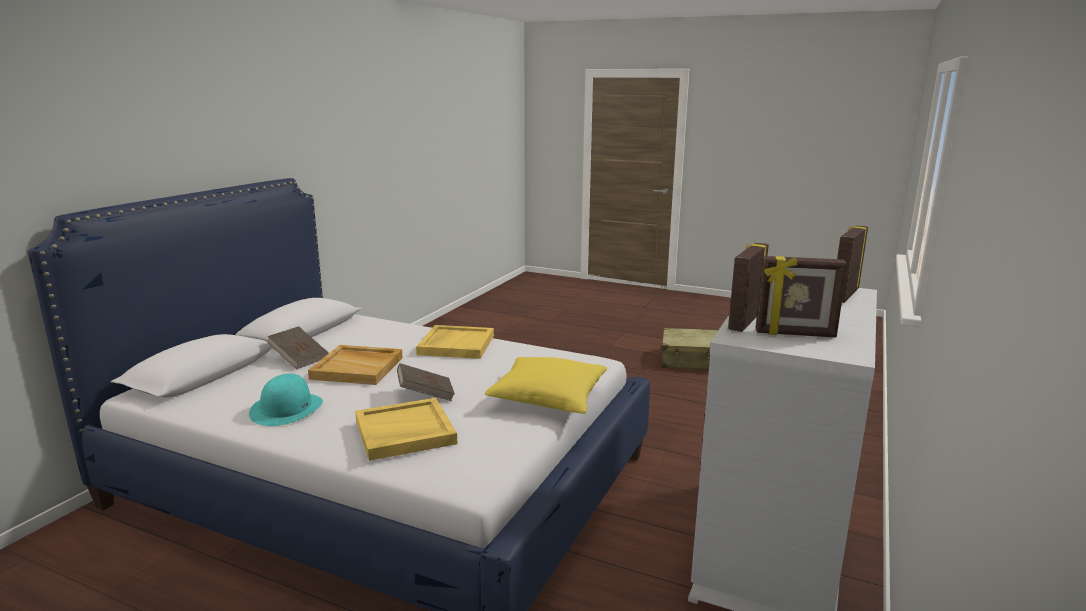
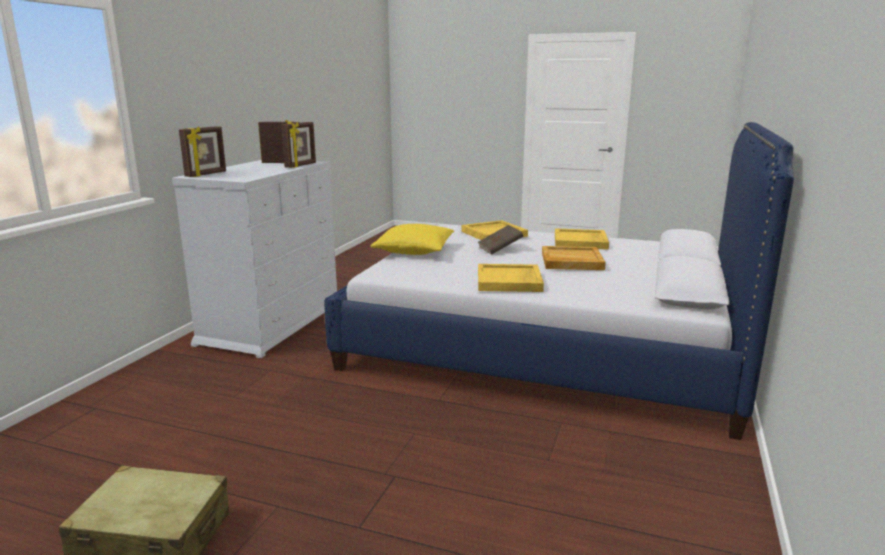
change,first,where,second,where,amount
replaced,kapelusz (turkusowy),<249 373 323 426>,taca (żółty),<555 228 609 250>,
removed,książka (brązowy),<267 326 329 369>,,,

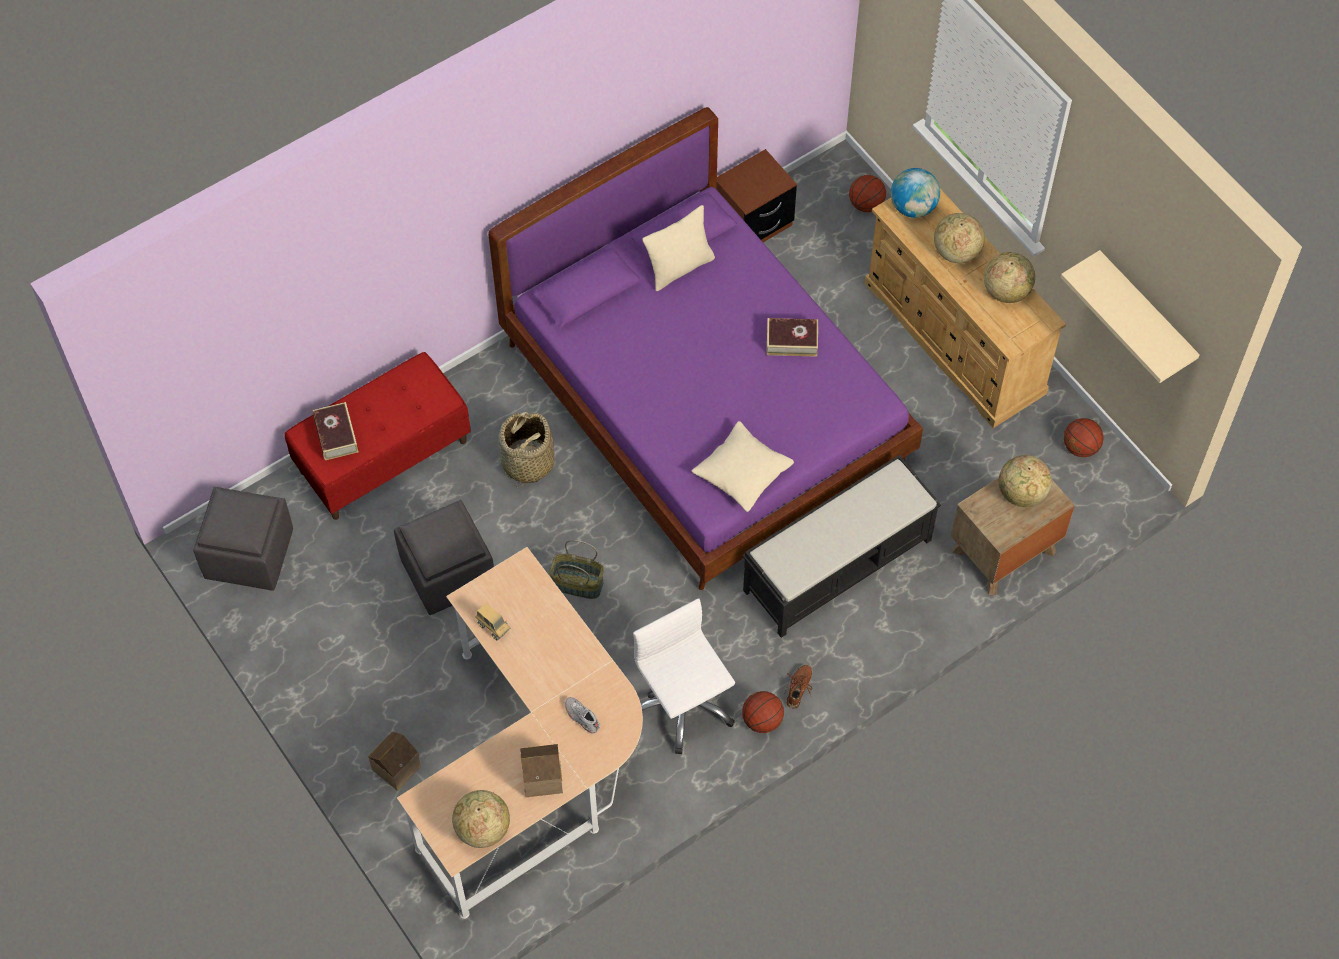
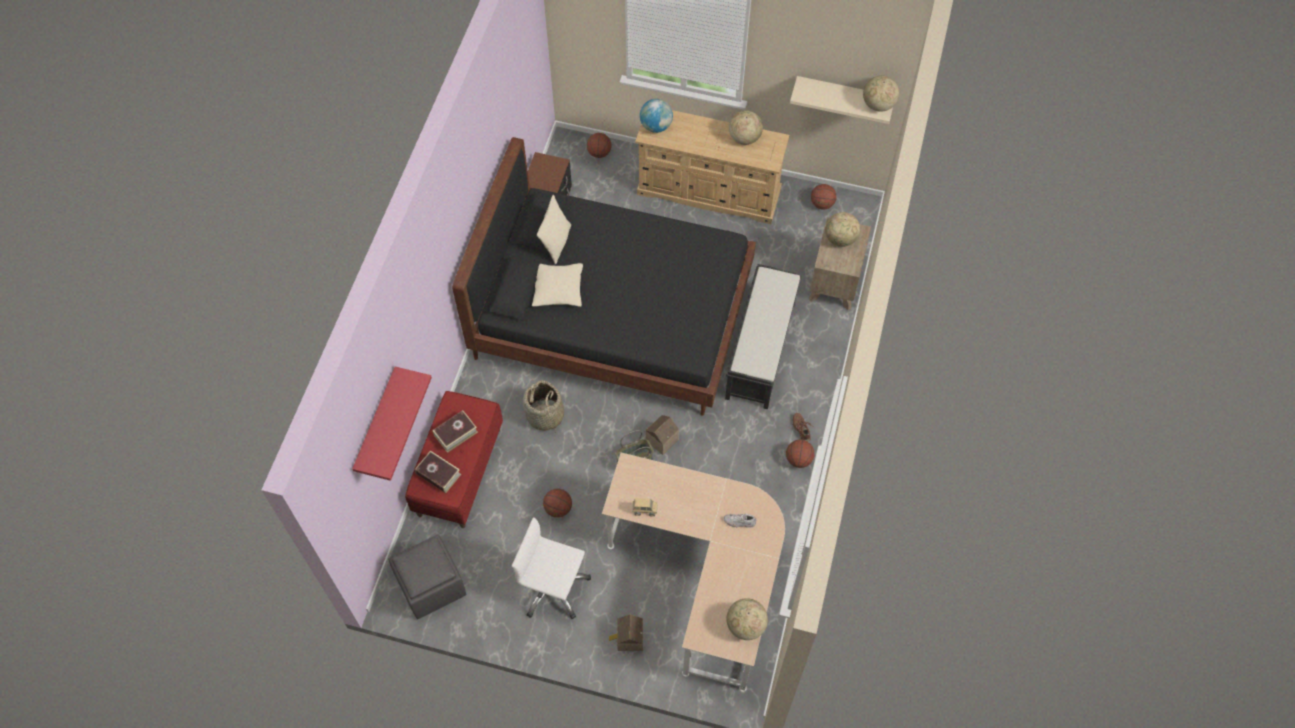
change,first,where,second,where,amount
added,,,półka (czerwony),<352 367 432 481>,
moved,książka,<767 318 818 357>,,<432 410 478 453>,
recoloured,łóżko (fioletowy),<488 107 923 590>,łóżko (czarny),<452 137 756 416>,
moved,krzesło biurowe (biały),<633 598 735 754>,,<512 517 591 619>,
moved,poduszka (beżowy),<692 421 794 512>,,<532 263 583 307>,
replaced,pufa (szary),<394 500 494 615>,piłka do koszykówki,<543 489 572 518>,
moved,domek,<520 744 563 797>,,<646 415 679 455>,
moved,globus,<934 213 985 263>,,<863 76 899 112>,

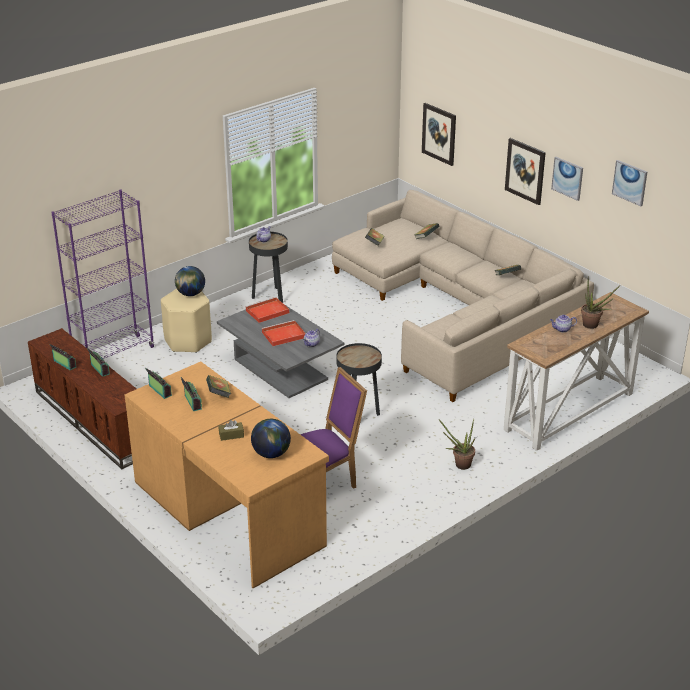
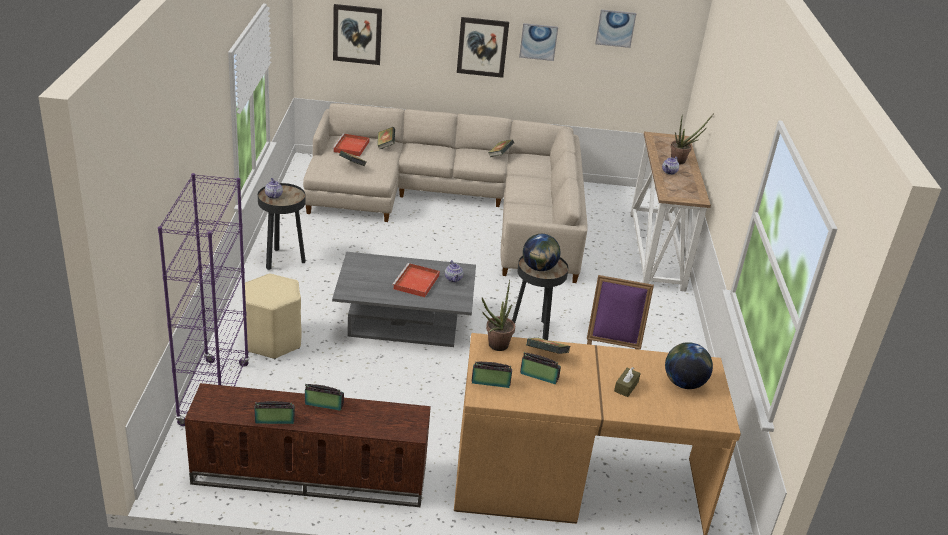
change,first,where,second,where,amount
moved,taca (czerwony),<245 297 290 323>,,<332 133 370 156>,
moved,roślina doniczkowa,<439 418 475 470>,,<482 280 515 351>,
moved,globus,<175 266 205 296>,,<523 234 560 271>,

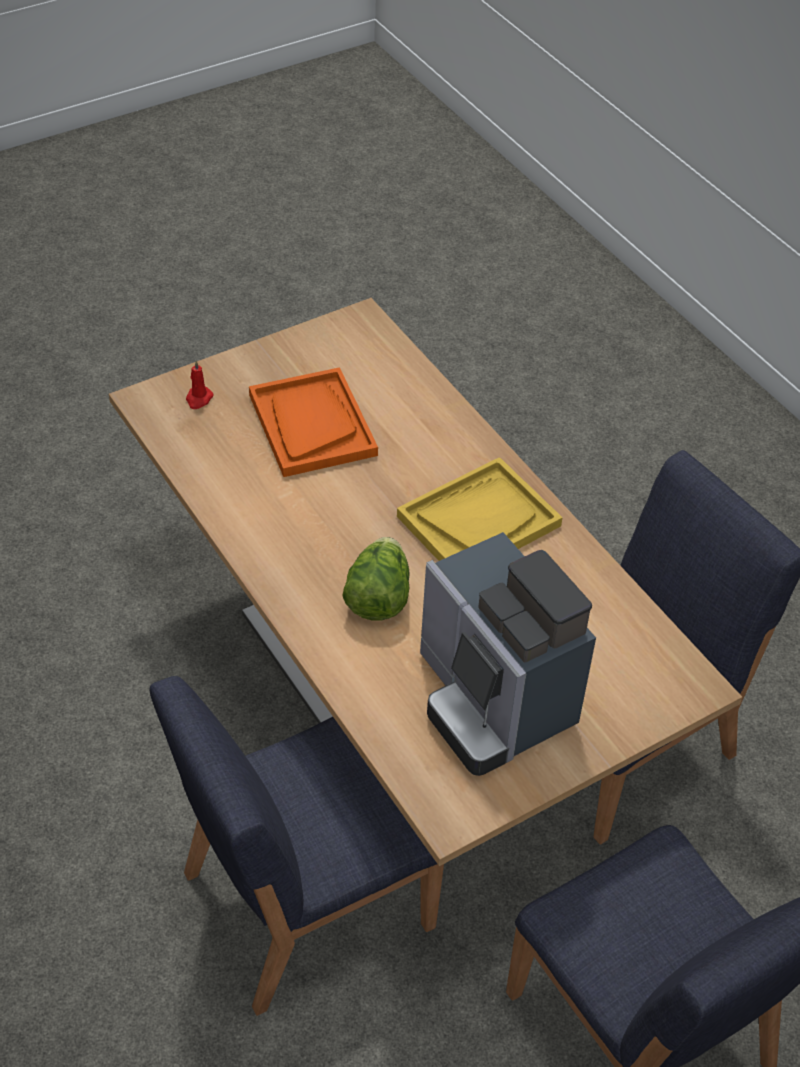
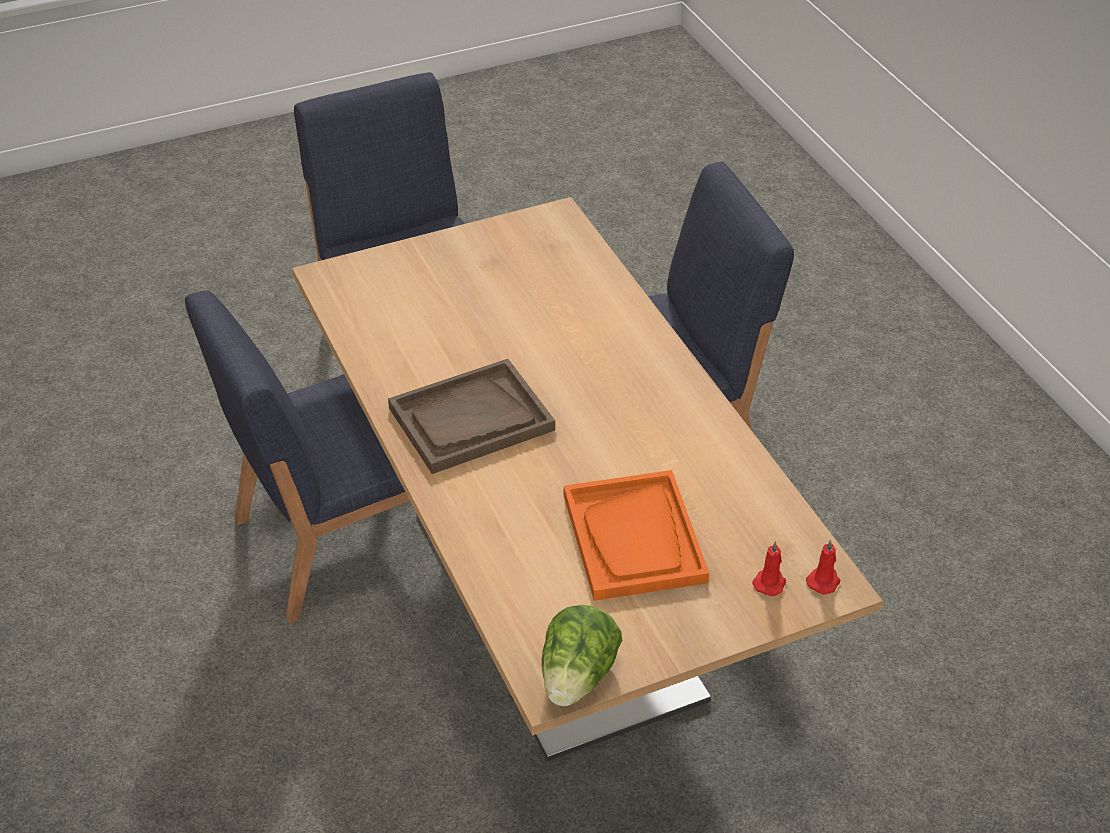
change,first,where,second,where,amount
recoloured,taca (żółty),<397 457 563 561>,taca (brązowy),<388 359 555 474>,
moved,sałata,<342 537 409 621>,,<542 605 622 706>,
added,,,świeca (czerwony),<806 539 840 595>,
removed,ekspres do kawy,<420 532 596 776>,,,

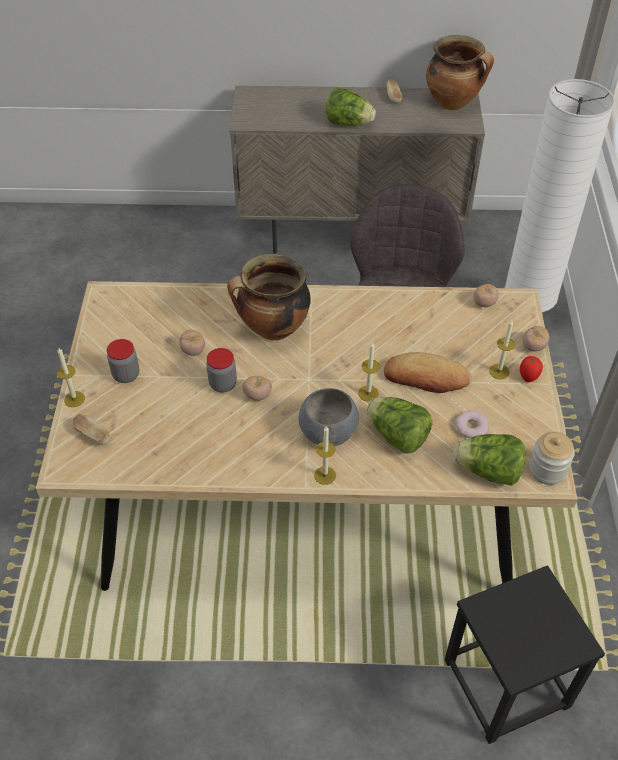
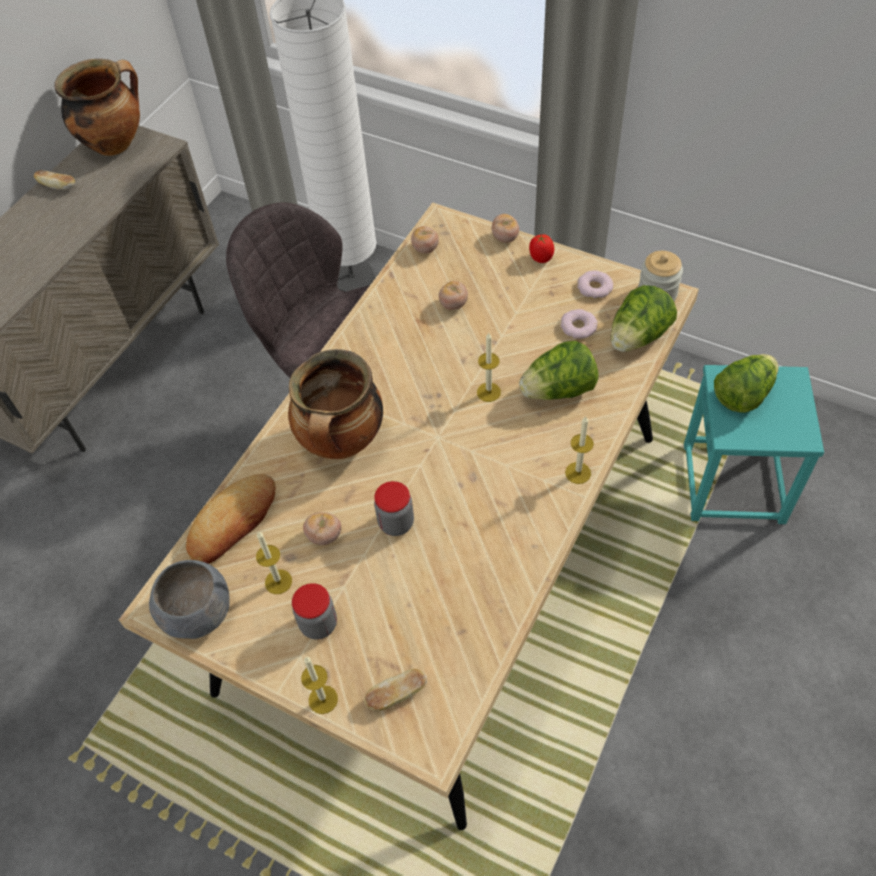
change,first,where,second,where,amount
moved,miska (szary),<299 388 359 446>,,<149 560 230 639>,
moved,chleb,<384 352 472 393>,,<186 474 276 564>,
moved,świeca,<489 320 515 379>,,<256 531 292 594>,
moved,pomidor,<243 376 272 401>,,<439 281 468 310>,
added,,,donut,<577 271 614 299>,
recoloured,stołek (czarny),<444 566 605 744>,stołek (turkusowy),<684 365 824 524>,
moved,sałata,<326 88 376 126>,,<714 354 778 413>,

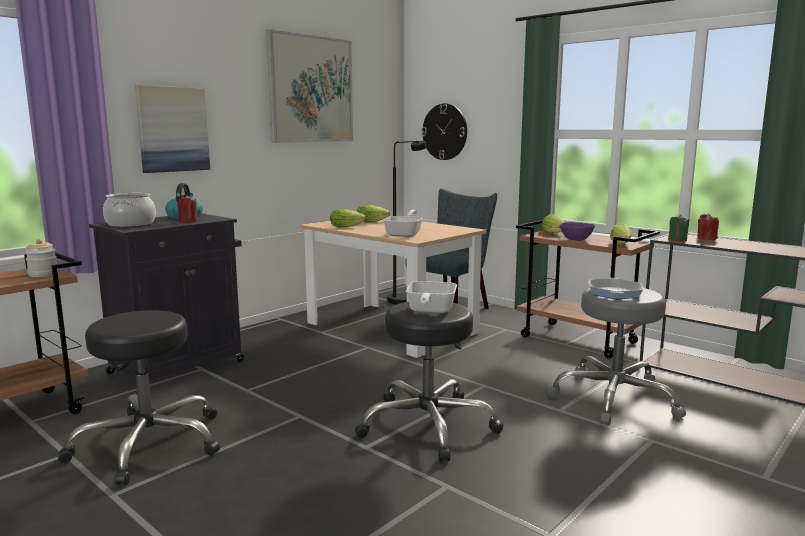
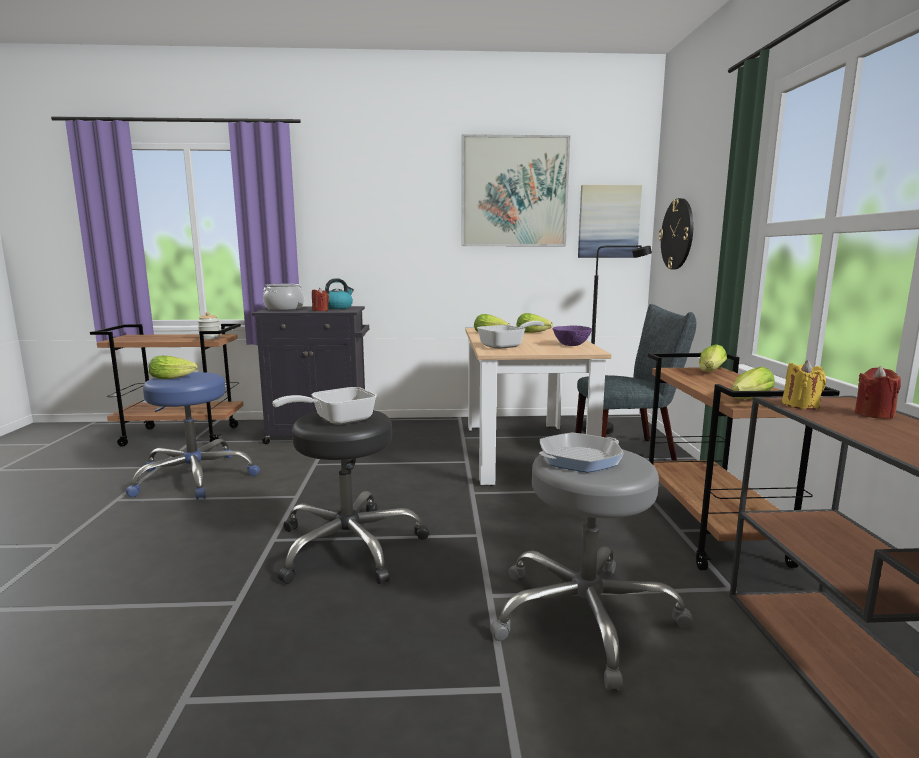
change,first,where,second,where,amount
recoloured,stołek (czarny),<58 310 220 485>,stołek (niebieski),<126 372 260 500>,
added,,,sałata,<149 356 198 379>,
moved,miska (fioletowy),<559 222 595 241>,,<553 325 592 346>,
moved,obraz,<135 85 210 173>,,<578 185 642 258>,
recoloured,świeca (zielony),<668 214 690 241>,świeca (żółty),<782 360 826 410>,

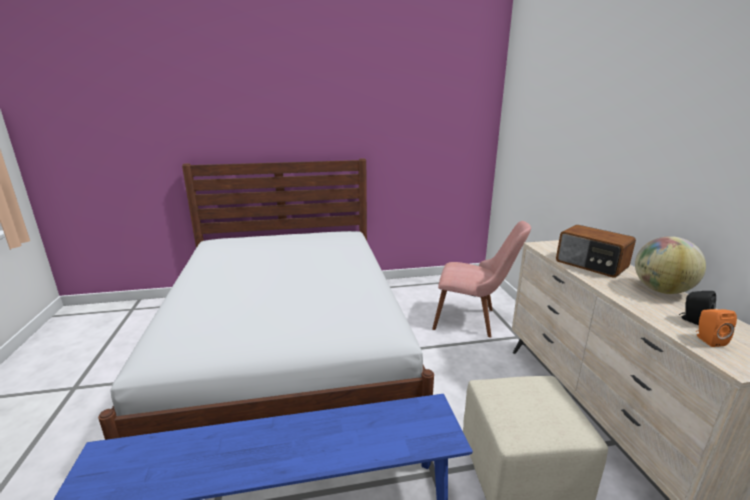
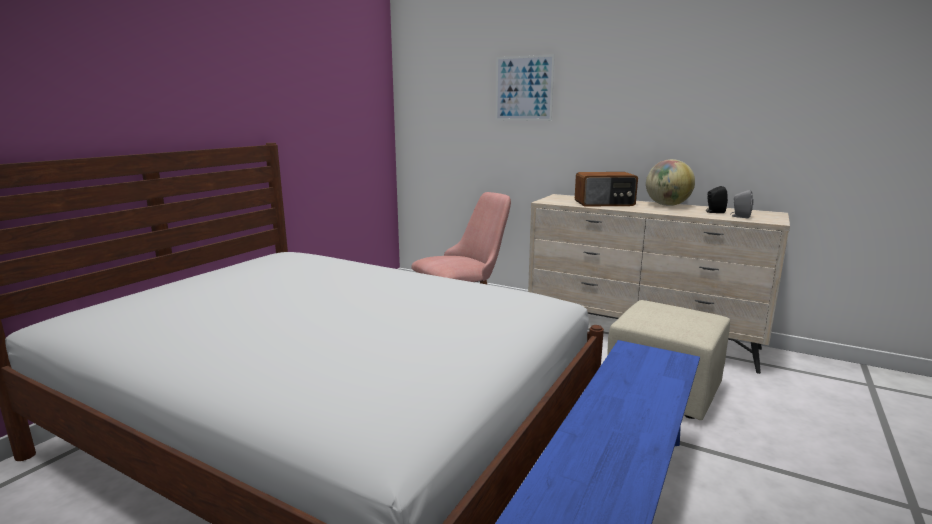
change,first,where,second,where,amount
added,,,obraz,<495 54 555 121>,
recoloured,głośnik (pomarańczowy),<696 309 737 347>,głośnik (szary),<731 190 753 218>,

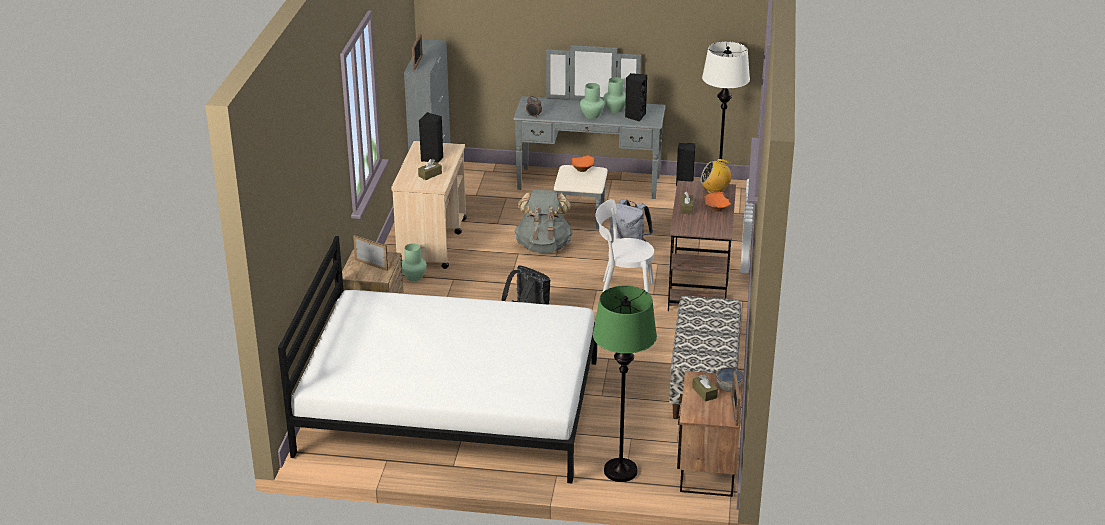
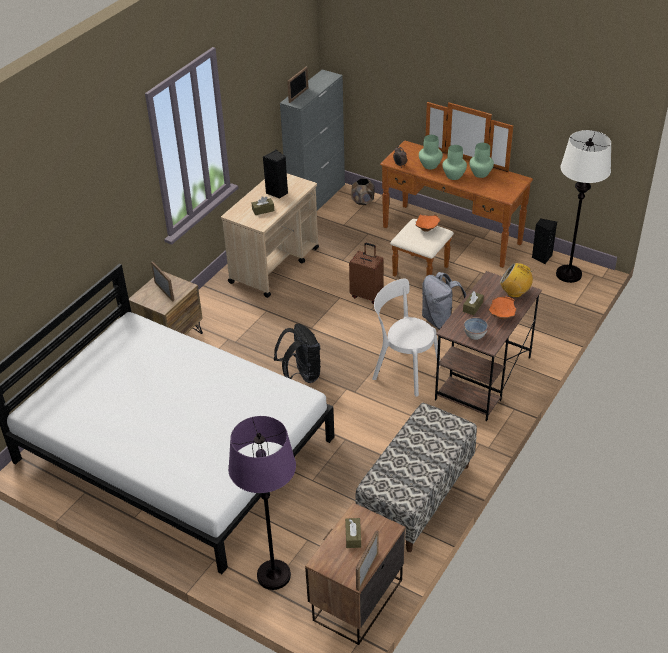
change,first,where,second,where,amount
recoloured,lampa stojąca (zielony),<593 286 657 482>,lampa stojąca (fioletowy),<228 416 296 590>,
replaced,plecak (szary),<514 190 573 253>,walizka (brązowy),<349 243 383 304>,
added,,,donica (brązowy),<351 178 374 205>,
recoloured,komoda (szary),<513 45 666 229>,komoda (brązowy),<380 102 533 277>,
moved,wazon (zielony),<402 243 427 281>,,<419 135 443 169>,
moved,miska,<716 367 743 392>,,<463 317 488 340>,
removed,głośnik (czarny),<625 73 647 122>,,,

